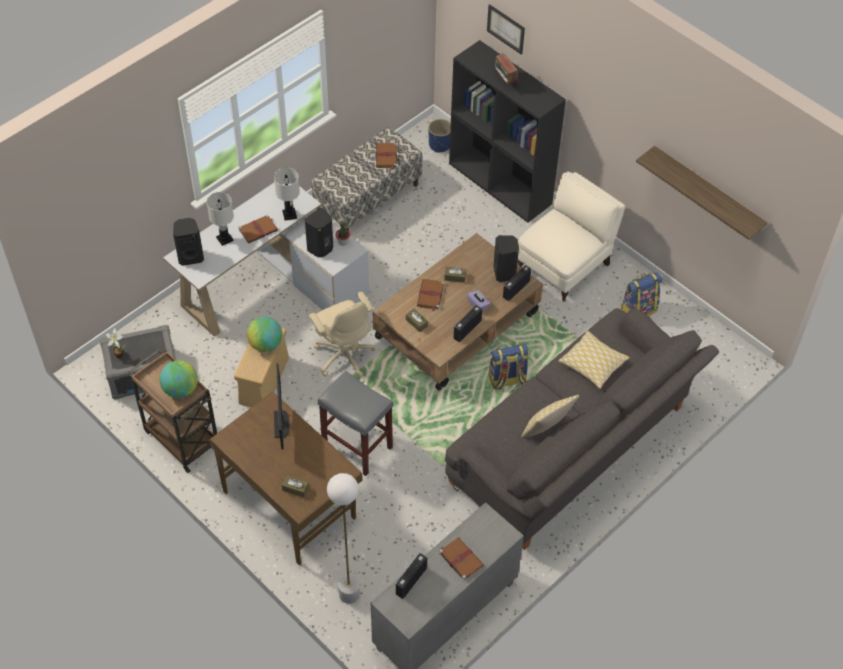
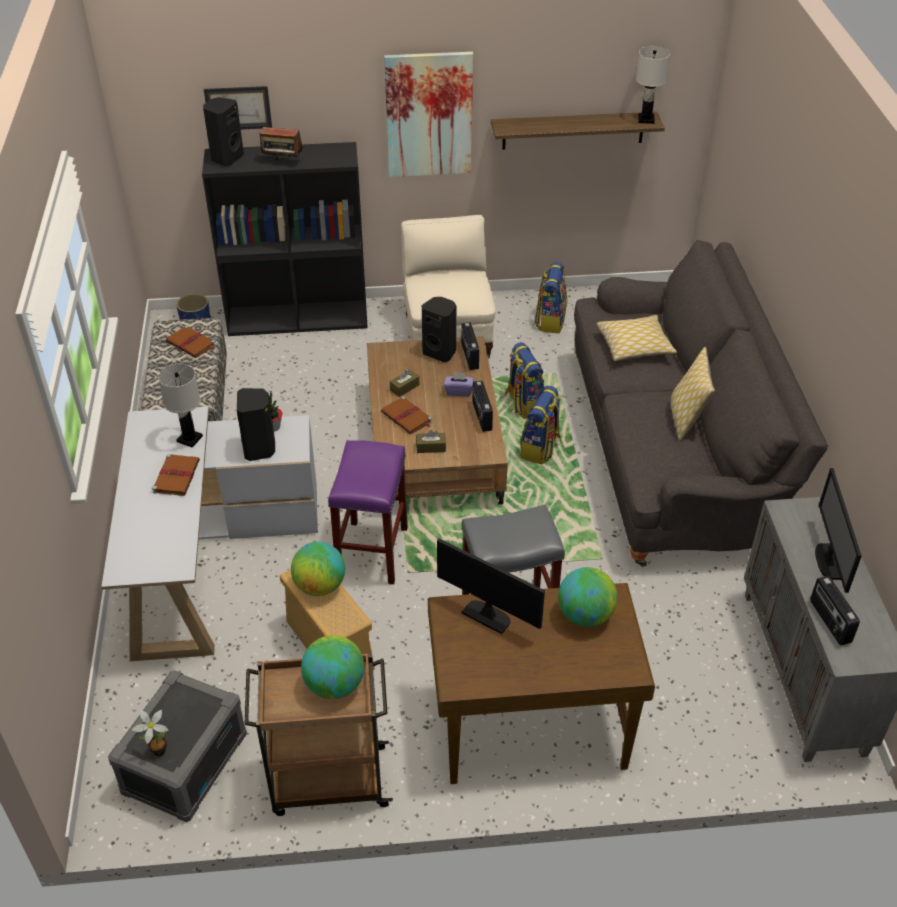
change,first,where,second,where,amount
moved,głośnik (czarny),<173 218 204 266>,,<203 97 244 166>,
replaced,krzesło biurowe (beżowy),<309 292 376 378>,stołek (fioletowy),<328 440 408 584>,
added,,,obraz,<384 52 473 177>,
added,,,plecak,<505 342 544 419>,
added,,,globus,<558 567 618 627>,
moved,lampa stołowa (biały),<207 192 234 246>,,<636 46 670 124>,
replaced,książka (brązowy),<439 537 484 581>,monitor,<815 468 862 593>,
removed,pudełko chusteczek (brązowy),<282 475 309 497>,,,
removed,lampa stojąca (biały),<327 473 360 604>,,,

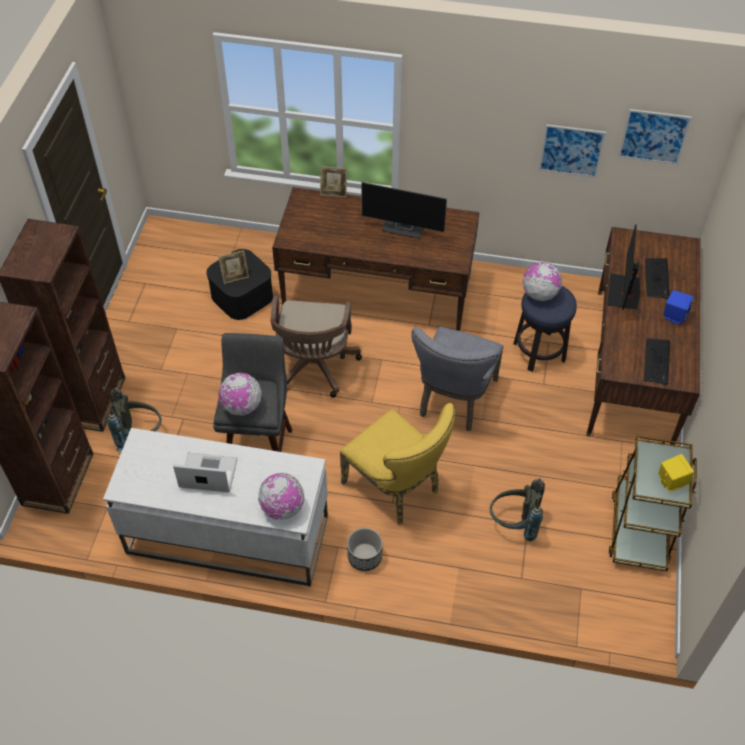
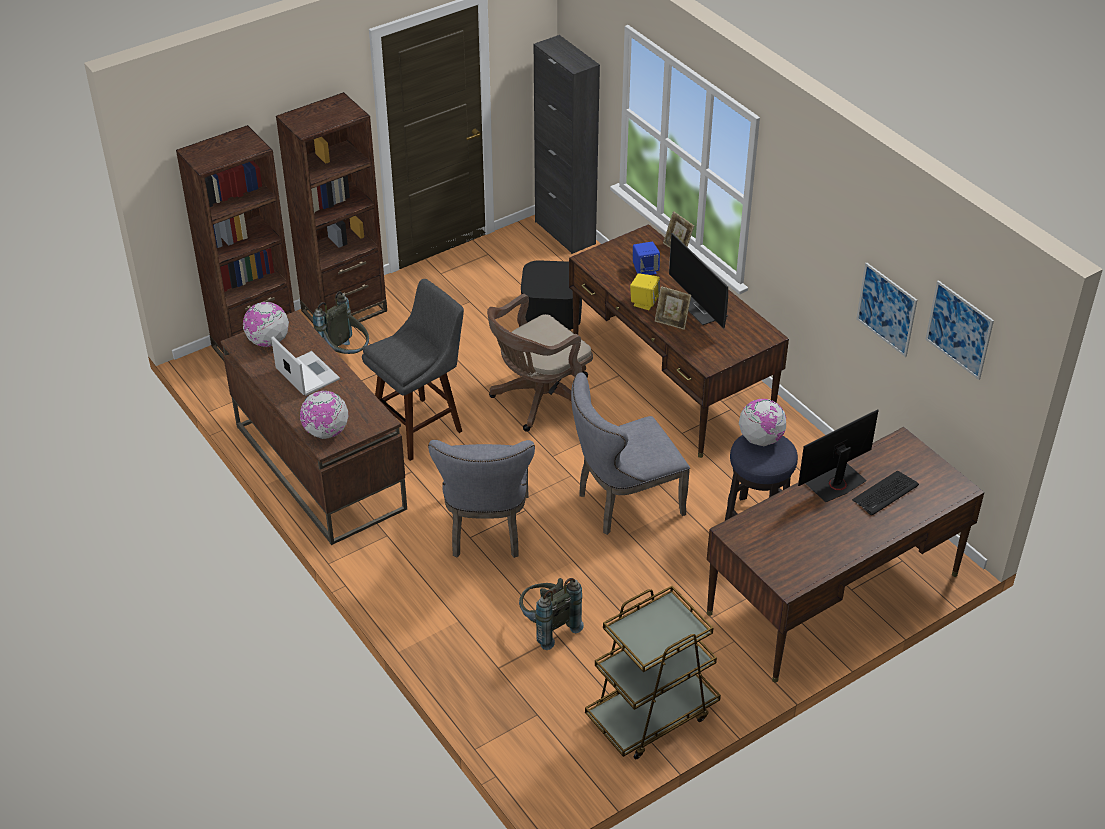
change,first,where,second,where,amount
recoloured,biurko (biały),<103 428 328 587>,biurko (brązowy),<221 310 407 545>,
moved,globus,<219 373 262 415>,,<243 302 289 347>,
recoloured,krzesło (żółty),<340 403 455 525>,krzesło (szary),<428 440 535 558>,
added,,,szafka (czarny),<534 35 600 254>,
moved,głośnik (żółty),<658 454 694 492>,,<630 273 660 310>,
moved,głośnik (niebieski),<663 290 693 325>,,<633 242 660 275>,
moved,ramka na zdjęcie,<218 250 249 284>,,<655 286 691 330>,
removed,donica,<347 528 383 571>,,,
removed,klawiatura,<644 338 670 385>,,,

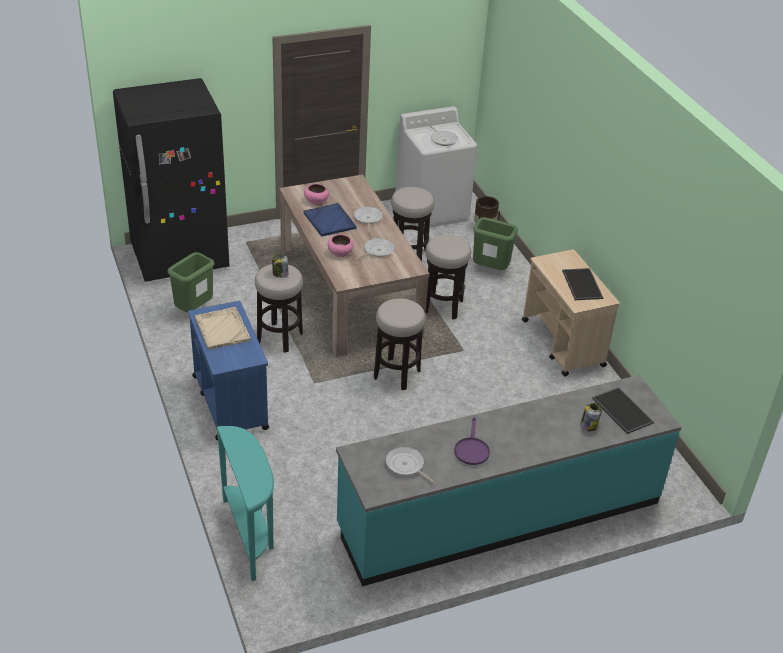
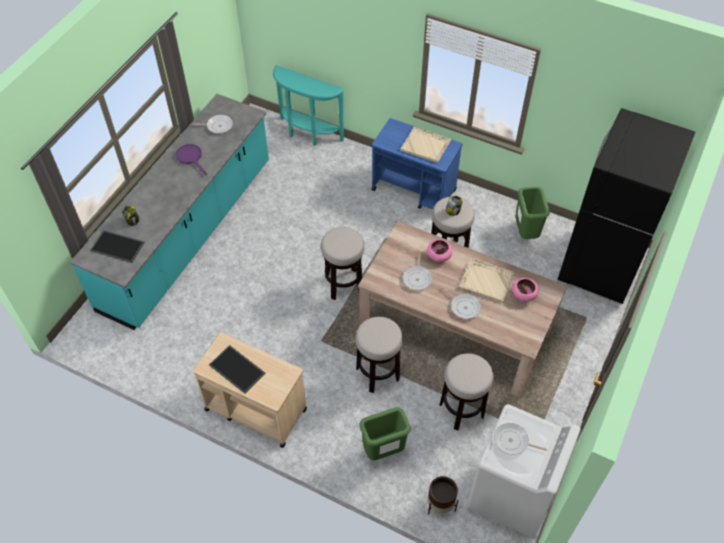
change,first,where,second,where,amount
recoloured,taca (niebieski),<304 203 357 237>,taca (beżowy),<459 258 515 303>,

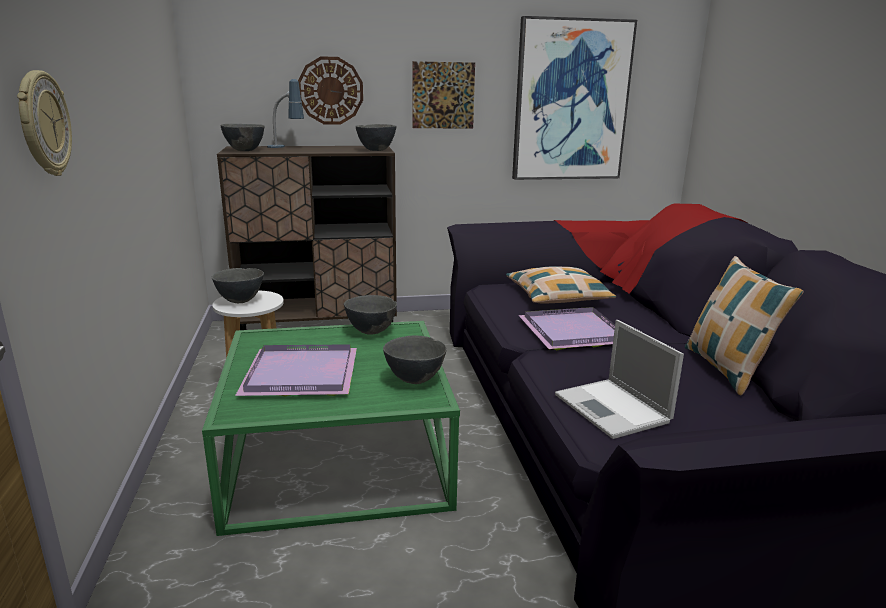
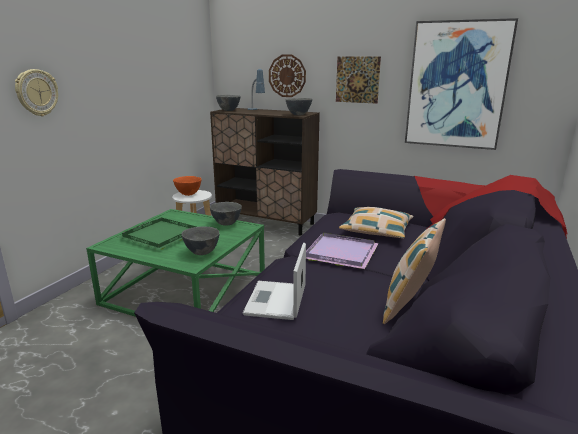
change,first,where,second,where,amount
recoloured,taca (fioletowy),<235 344 357 396>,taca (zielony),<118 218 196 250>,
recoloured,miska (szary),<212 268 264 303>,miska (pomarańczowy),<173 176 201 196>,

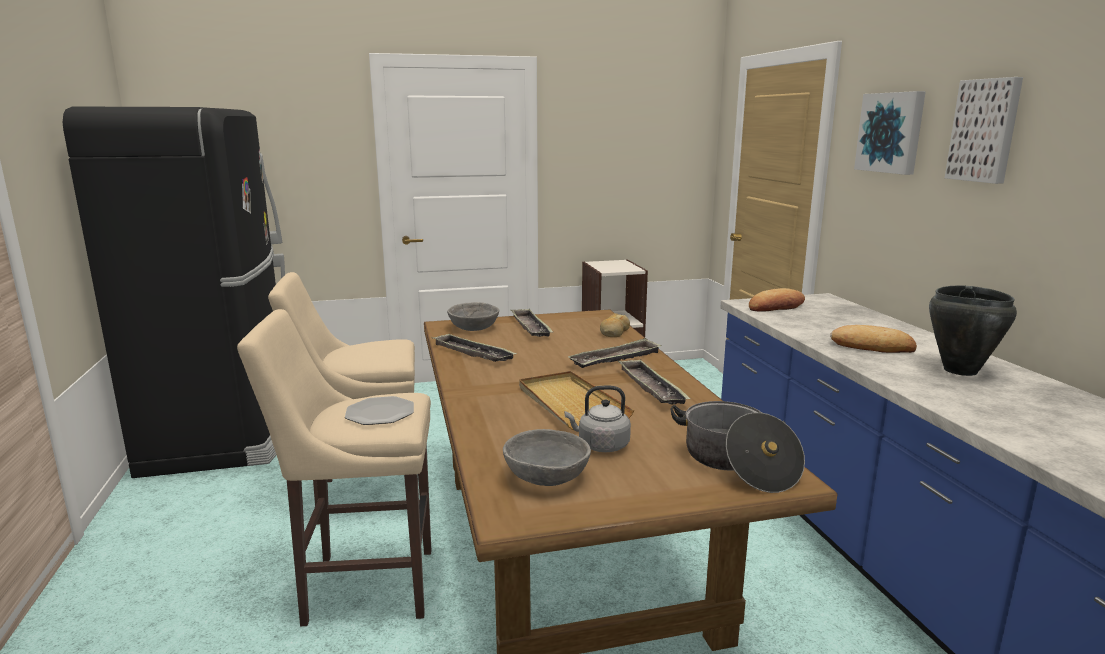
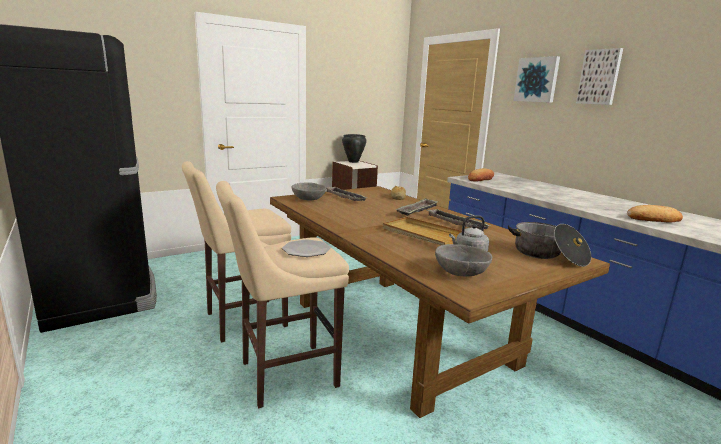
change,first,where,second,where,amount
moved,garnek (czarny),<929 285 1017 376>,,<342 134 367 163>,
moved,chleb,<830 325 917 353>,,<627 205 683 223>,
removed,taca,<432 333 517 362>,,,

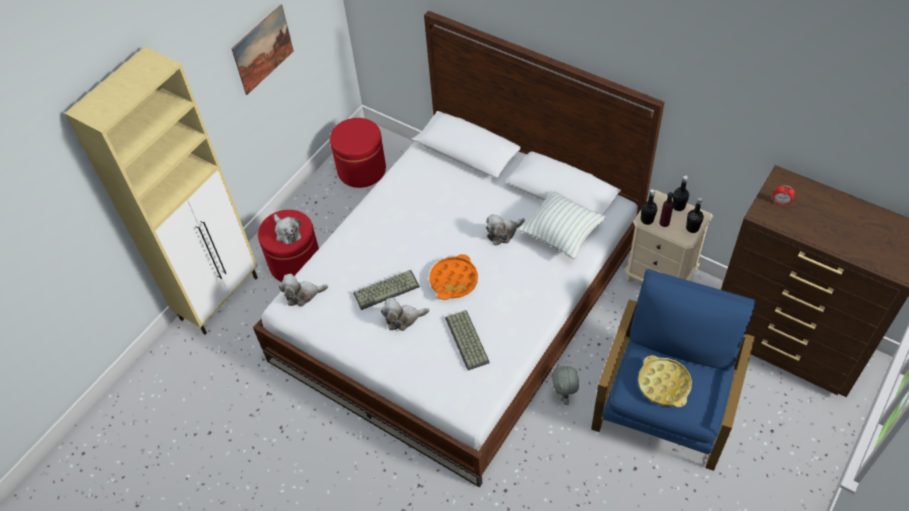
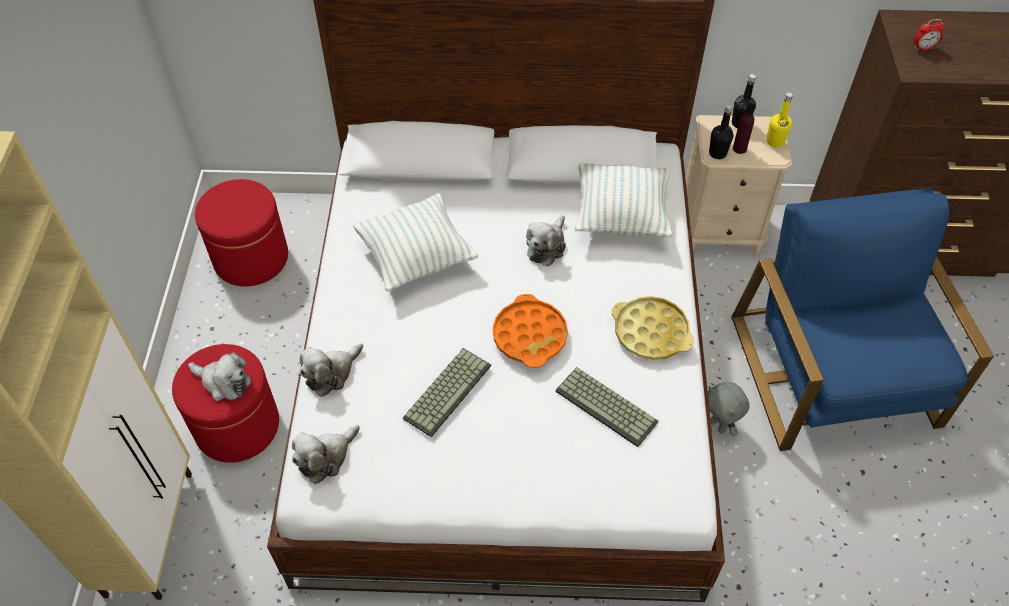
change,first,where,second,where,amount
moved,pluszak,<381 297 429 331>,,<299 343 363 397>,
added,,,poduszka,<353 193 478 292>,
moved,taca (żółty),<638 355 692 407>,,<612 296 694 360>,
recoloured,butelka (czarny),<686 197 704 233>,butelka (żółty),<767 92 793 148>,
removed,obraz,<231 5 294 95>,,,

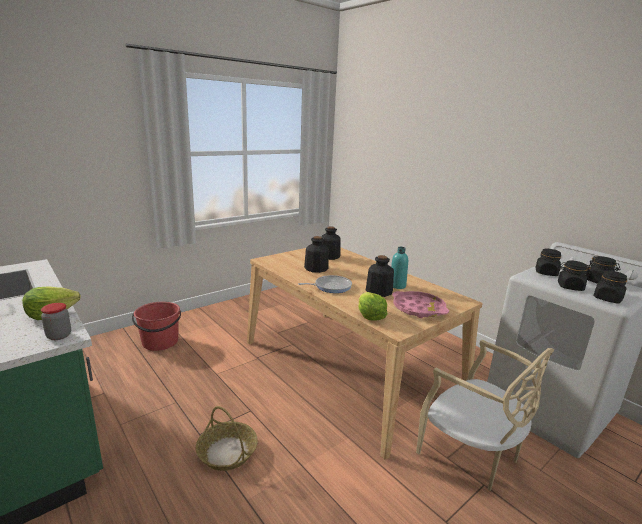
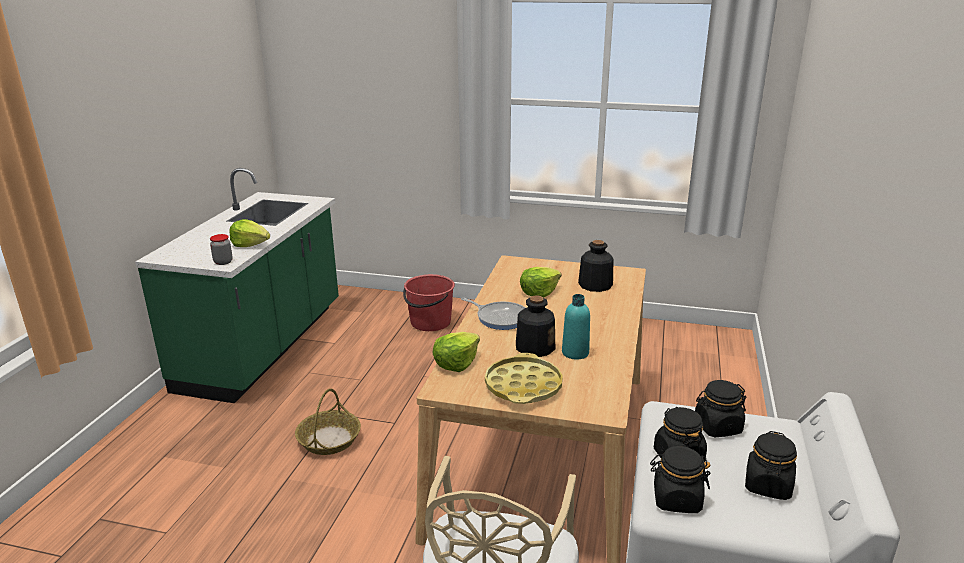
change,first,where,second,where,amount
recoloured,taca (różowy),<392 291 449 318>,taca (żółty),<485 353 563 404>,
replaced,butelka,<304 236 329 273>,sałata,<520 267 561 298>,

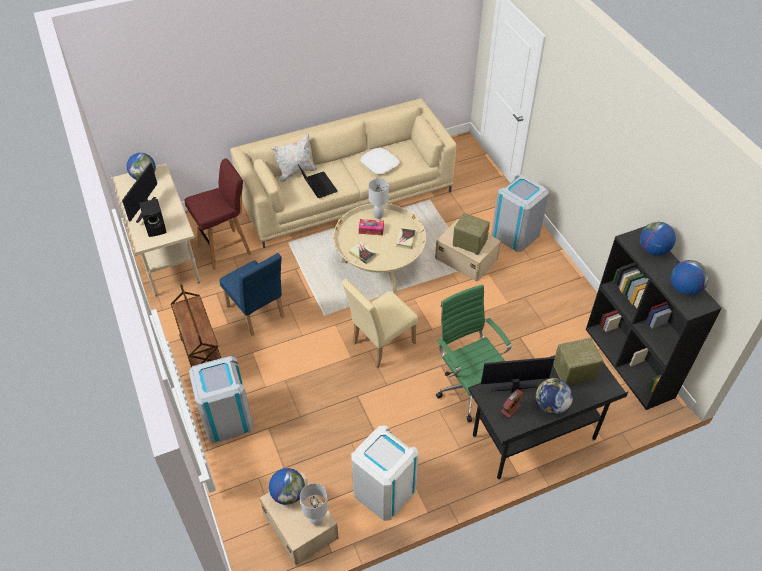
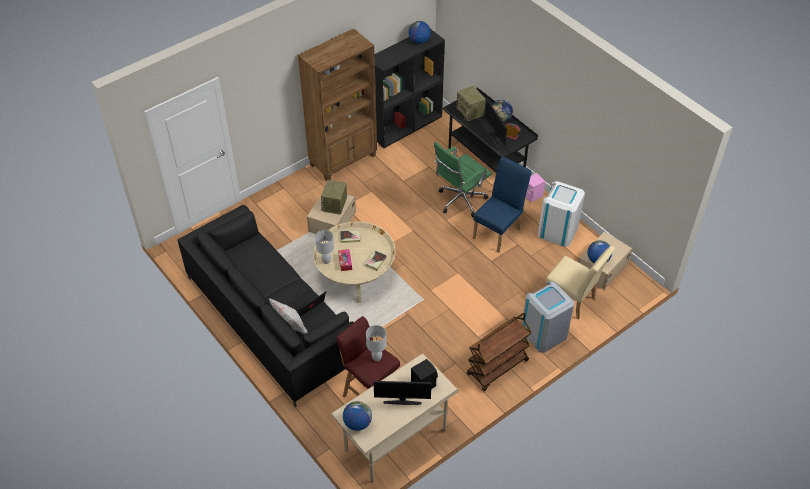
change,first,where,second,where,amount
recoloured,kanapa (beżowy),<230 98 456 248>,kanapa (czarny),<178 205 354 407>,
added,,,regał (brązowy),<298 28 377 181>,
moved,lampa stołowa (biały),<300 483 328 526>,,<366 325 386 361>,
moved,krzesło (niebieski),<219 253 285 336>,,<473 157 532 253>,
added,,,głośnik (różowy),<526 173 545 202>,
moved,krzesło (beżowy),<341 279 418 368>,,<546 246 615 319>,
removed,poduszka (biały),<361 148 399 174>,,,
removed,kosz na śmieci (szary),<491 174 549 252>,,,
removed,globus,<640 222 676 256>,,,

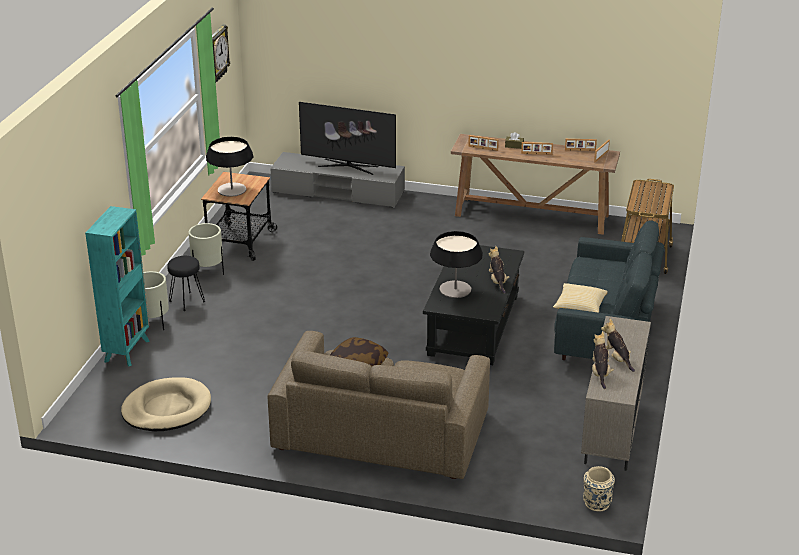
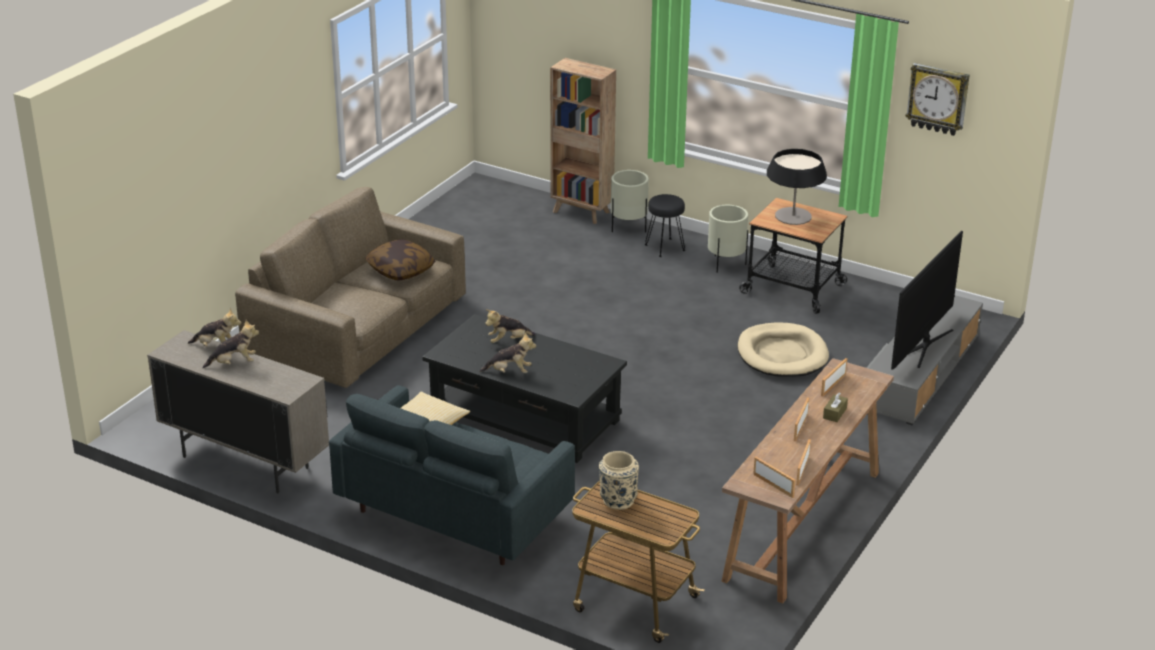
change,first,where,second,where,amount
replaced,lampa stołowa,<430 231 483 298>,pluszak,<485 309 536 343>,
recoloured,regał (turkusowy),<85 206 150 366>,regał (brązowy),<550 58 616 224>,
moved,wazon (beżowy),<583 466 615 512>,,<599 451 639 510>,
moved,legowisko (beżowy),<121 378 211 431>,,<738 322 829 377>,

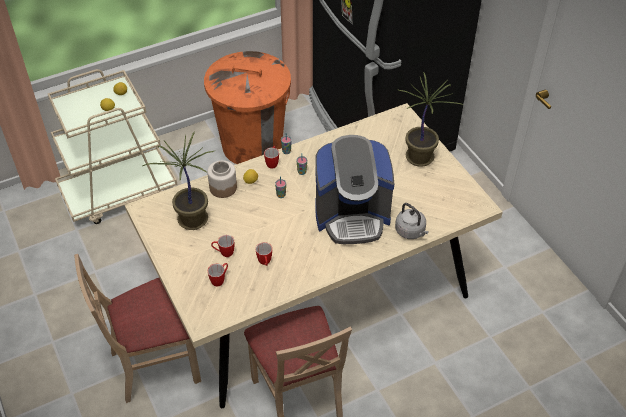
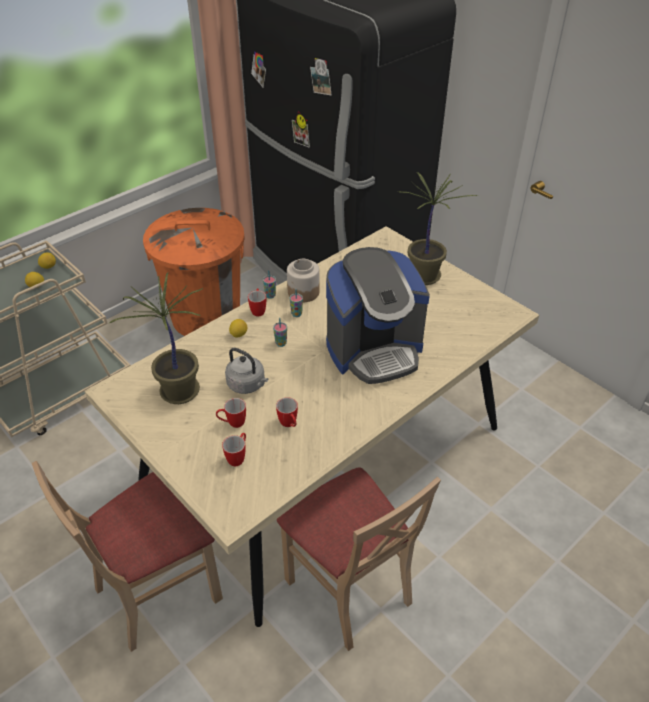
change,first,where,second,where,amount
moved,czajnik (szary),<395 203 429 239>,,<225 348 268 394>,
moved,słoik,<207 160 237 198>,,<287 259 319 302>,

